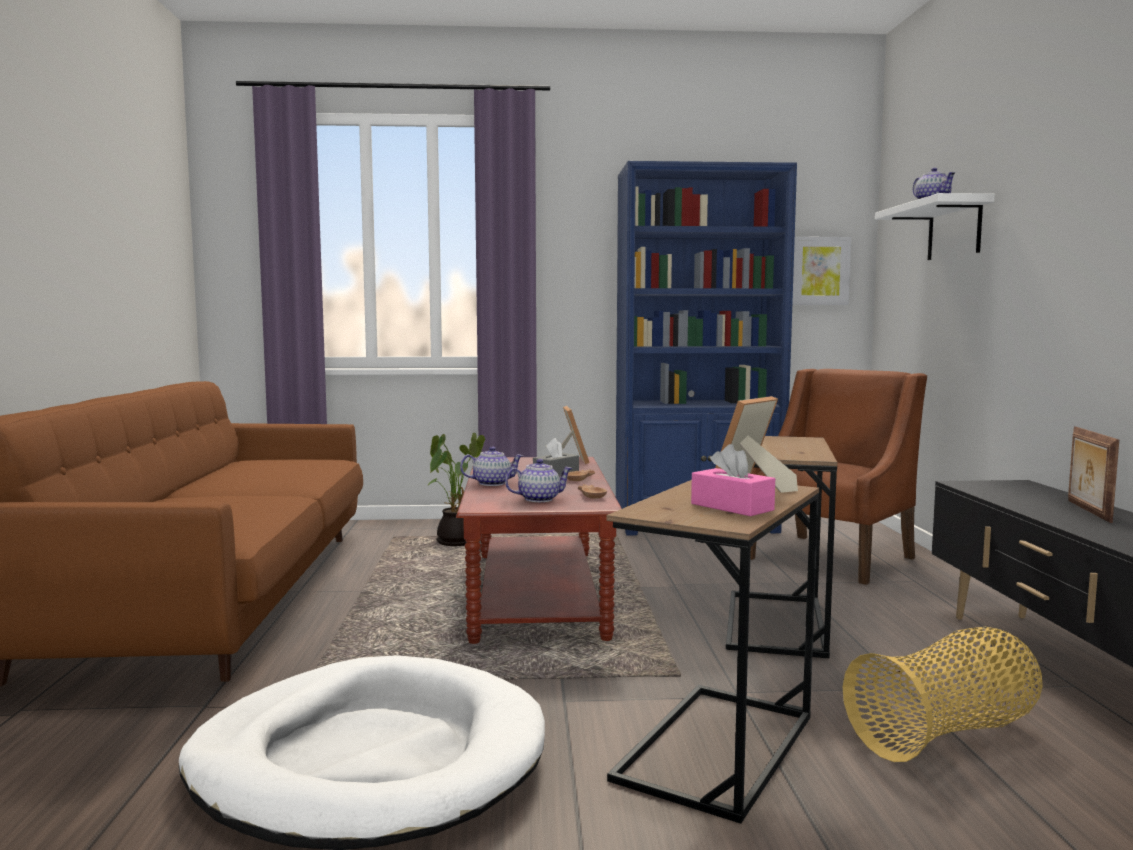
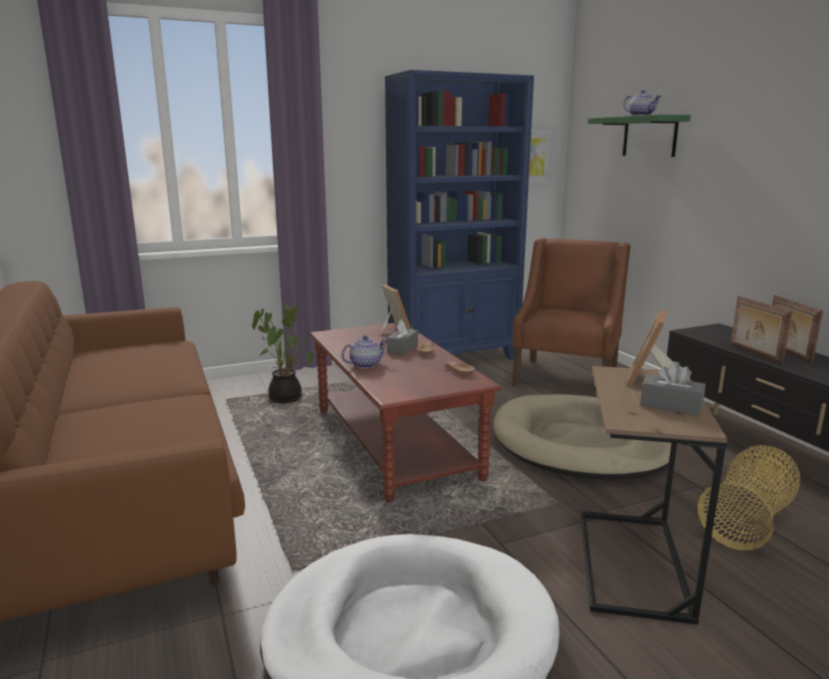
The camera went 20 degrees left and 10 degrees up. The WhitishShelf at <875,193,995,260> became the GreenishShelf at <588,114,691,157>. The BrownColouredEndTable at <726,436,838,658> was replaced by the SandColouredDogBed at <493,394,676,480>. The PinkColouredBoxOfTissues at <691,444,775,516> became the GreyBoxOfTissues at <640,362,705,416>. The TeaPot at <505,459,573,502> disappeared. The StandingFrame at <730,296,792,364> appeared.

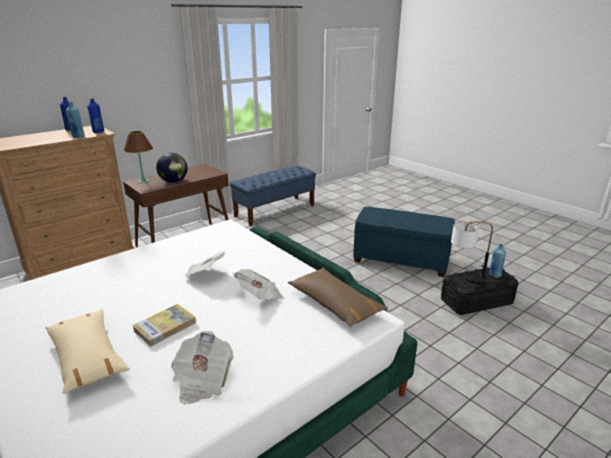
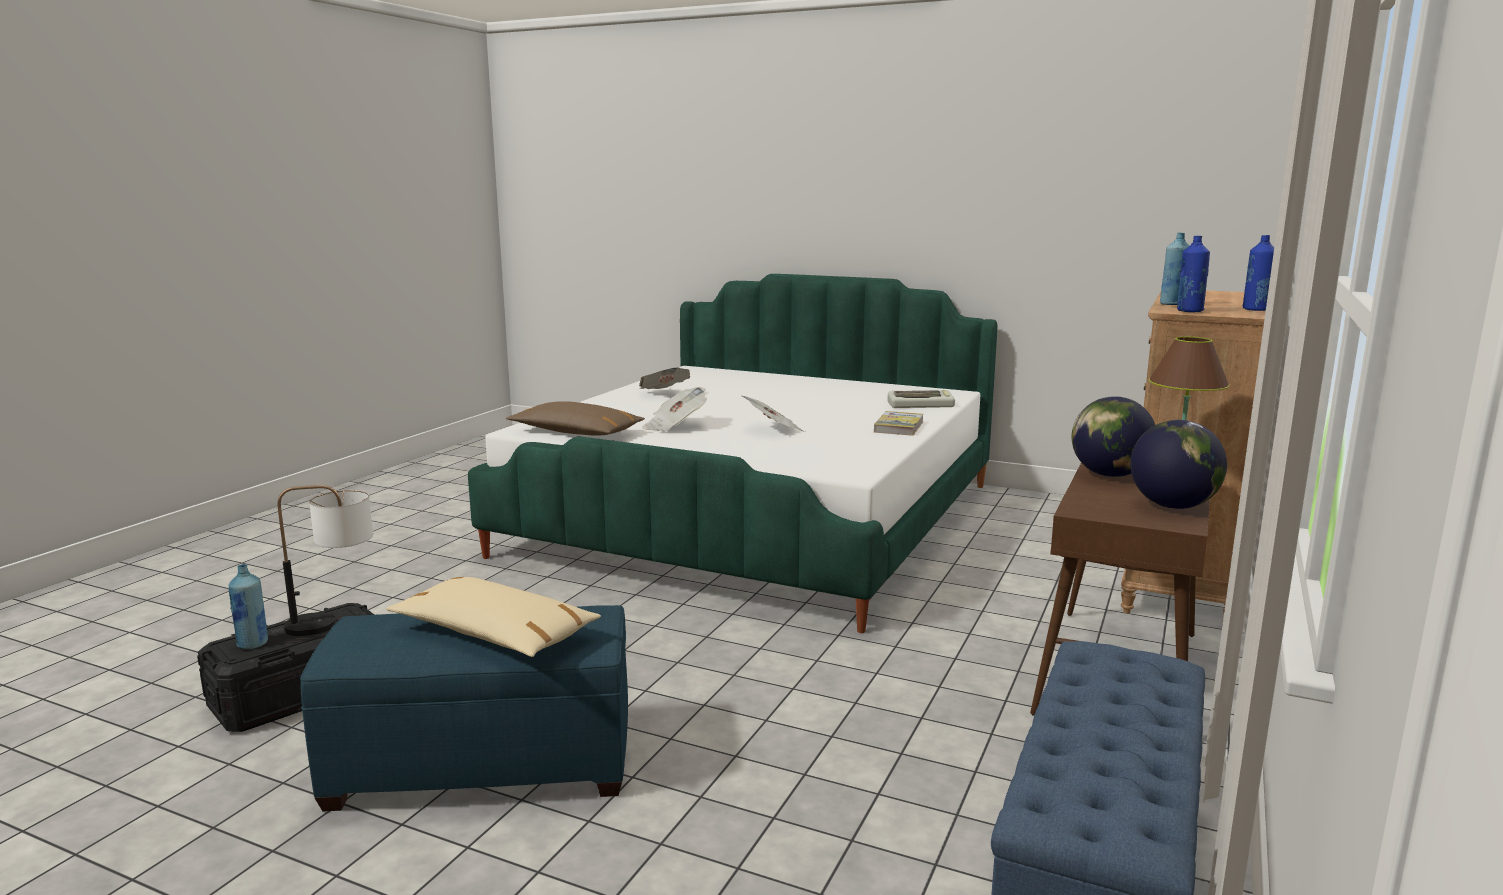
The camera went 155 degrees right and 10 degrees down. The BoundBook moved from <132,304,196,347> to <874,411,924,436>. The SandColouredThrowPillow moved from <45,309,130,394> to <386,577,601,657>. The PcKeyboard at <887,390,955,408> appeared. The WorldGlobe at <1130,420,1227,509> appeared.

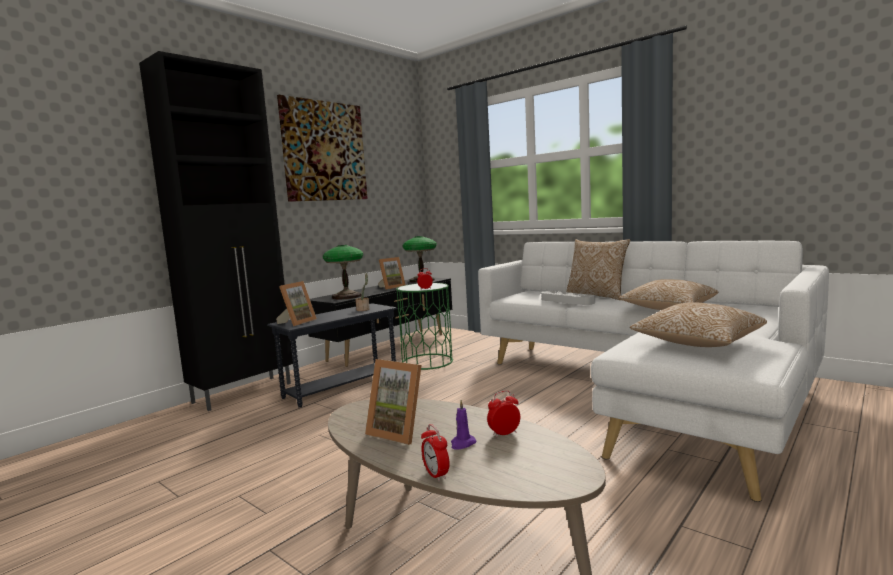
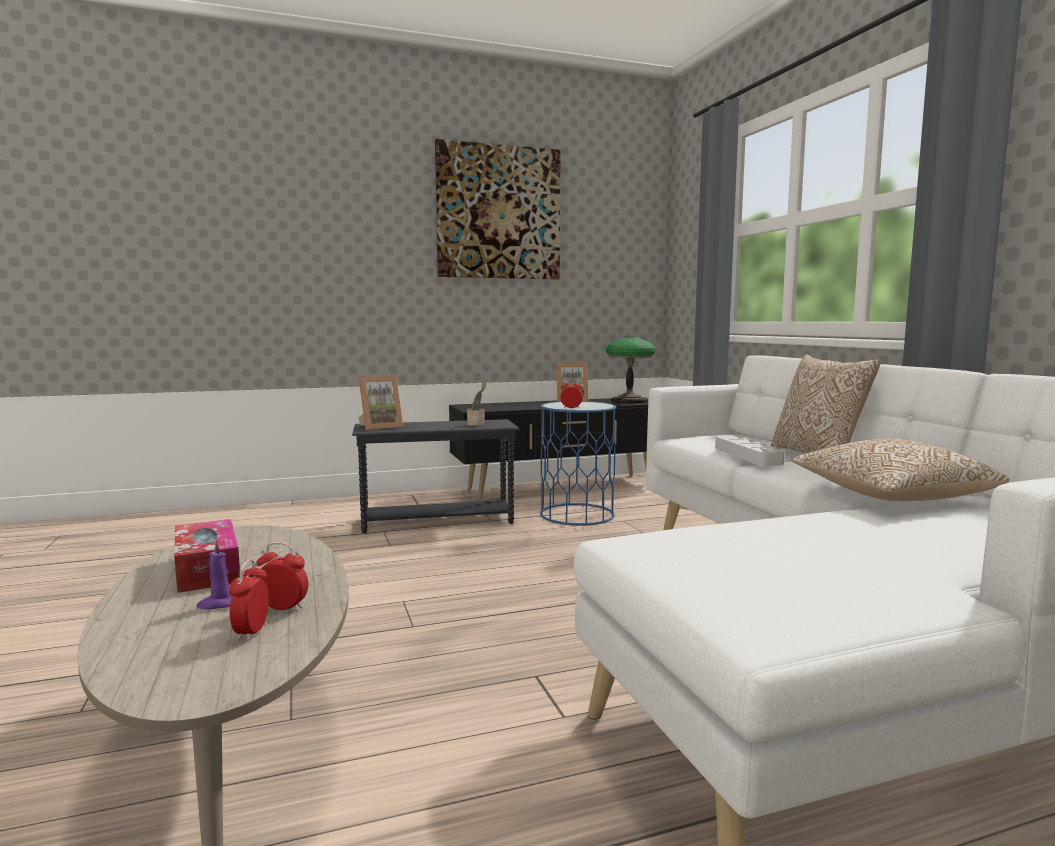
The camera went 30 degrees right and 0 degrees up. The BlackishCupboard at <139,51,293,411> disappeared. The TableLamp at <323,245,363,299> disappeared. The GreenishEndTable at <396,283,453,370> became the BlueEndTable at <540,401,617,526>. The ThrowPillow at <630,302,767,347> disappeared. The StandingFrame at <365,359,421,445> was replaced by the BoxOfTissues at <174,519,240,593>. The AlarmClock moved from <421,424,450,481> to <229,559,269,640>.

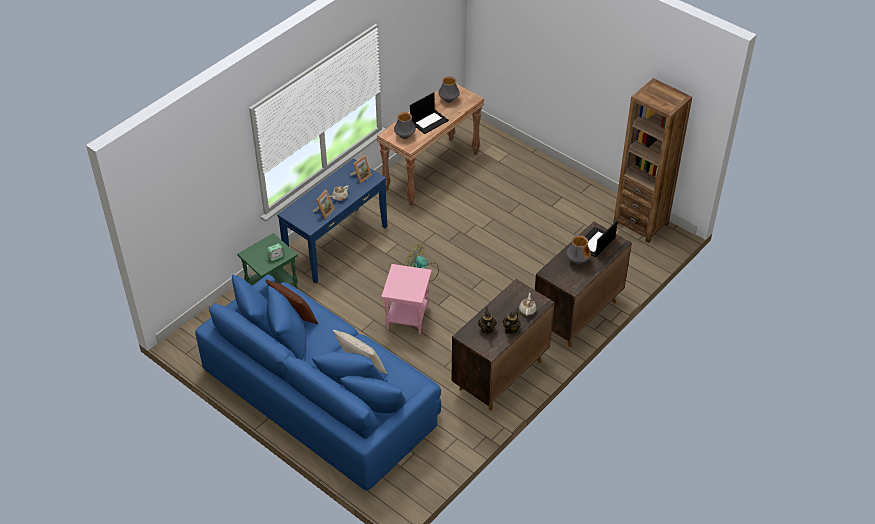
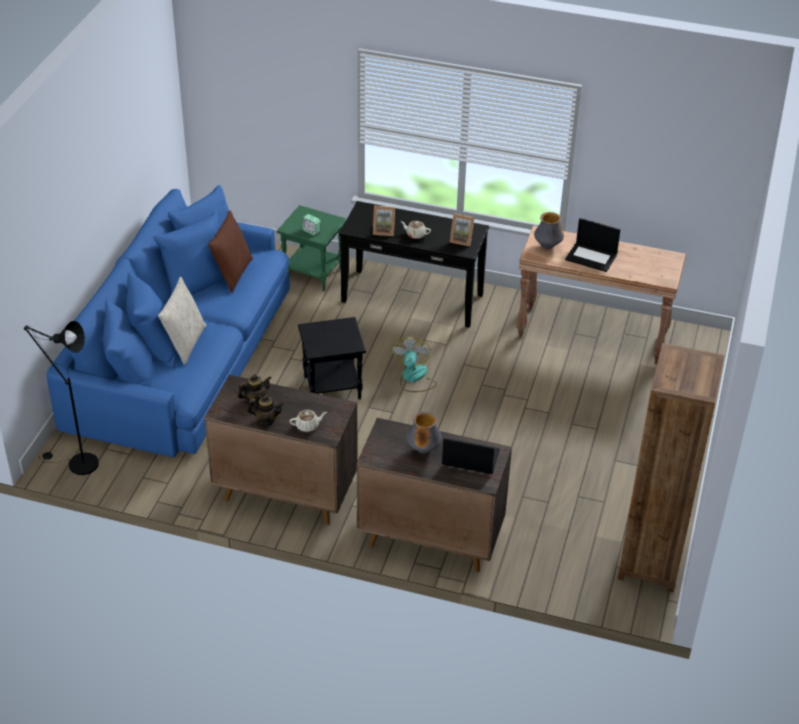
The camera went 65 degrees right and 5 degrees down. The Vase at <438,76,460,103> disappeared. The BlueNarrowTable at <277,158,387,284> became the BlackishNarrowTable at <339,201,489,328>. The PinkColouredEndTable at <381,264,432,335> became the BlackishEndTable at <298,317,366,400>. The BlackishFloorLamp at <24,321,99,475> appeared.

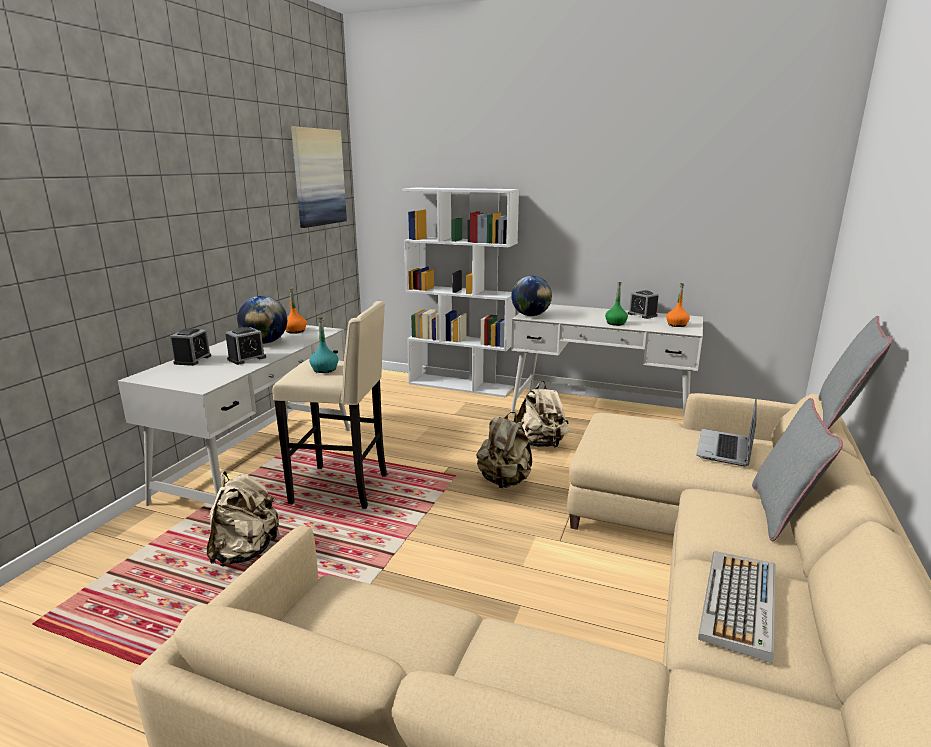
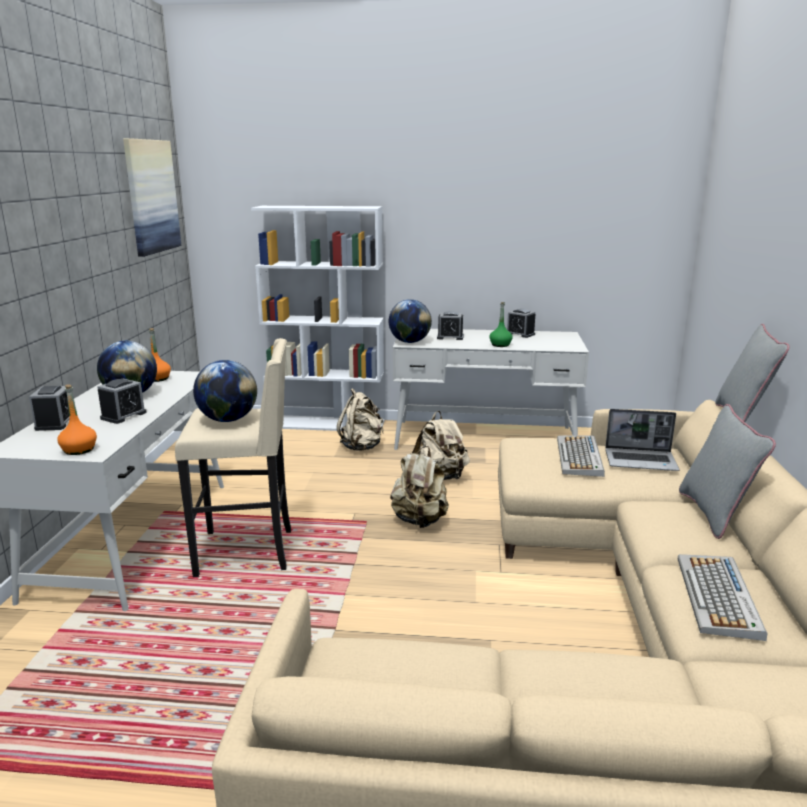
The camera went 15 degrees left and 0 degrees up. The OrangeDrinkBottle moved from <666,283,690,327> to <57,385,97,455>. The BlueGreenDrinkBottle at <309,317,339,373> was replaced by the WorldGlobe at <193,360,257,422>. The NotebookComputer at <696,398,757,466> turned 90 degrees counterclockwise. The SandColouredKnapsack moved from <207,471,281,567> to <337,388,384,451>. The AlarmClock at <437,311,464,340> appeared. The PcKeyboard at <557,436,605,477> appeared.

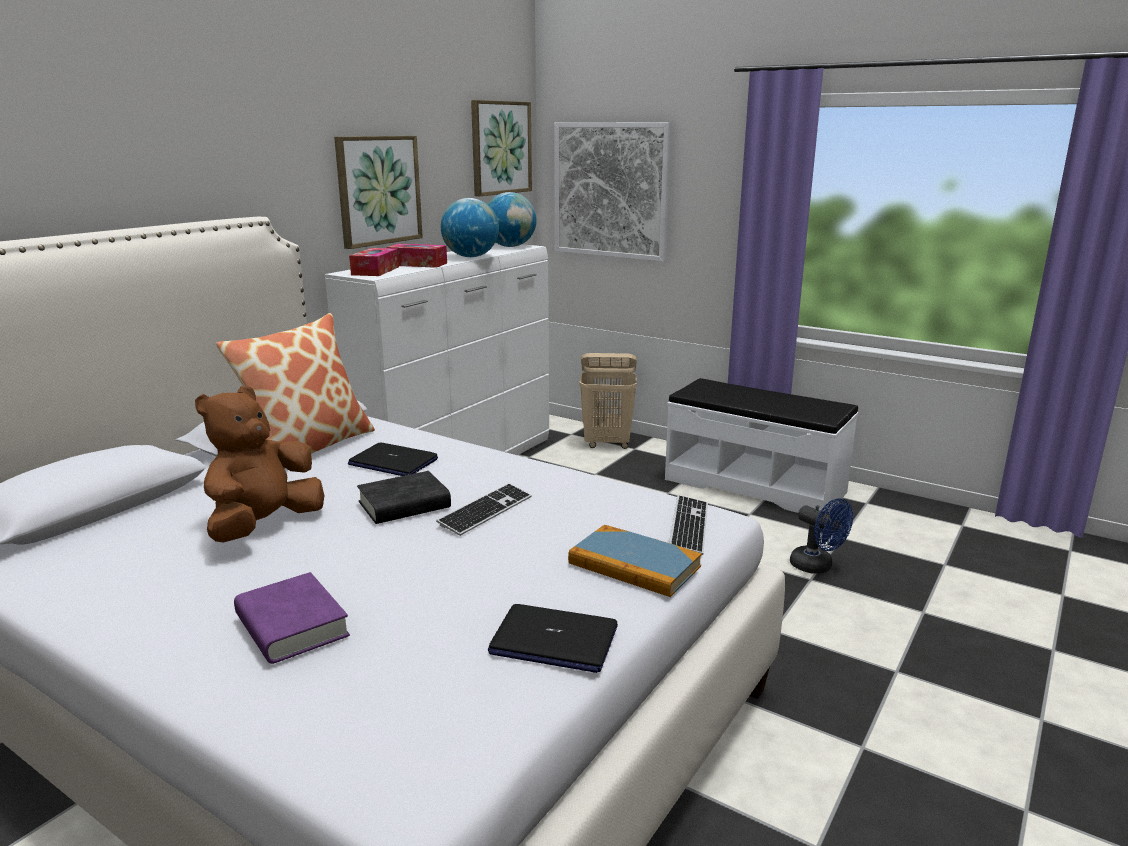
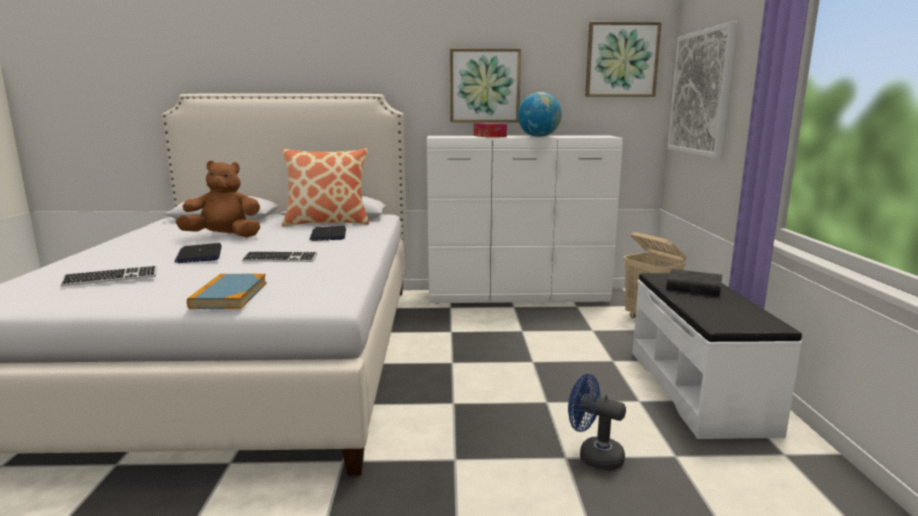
The camera went 55 degrees right and 5 degrees down. The WorldGlobe at <488,192,537,247> disappeared. The BoxOfTissues at <349,248,399,276> disappeared. The BlackishBoundBook moved from <357,471,451,524> to <667,269,722,296>. The PcKeyboard moved from <669,495,708,555> to <61,266,157,286>. The BlueFan at <790,498,853,574> turned 105 degrees clockwise. The PurpleBoundBook at <234,572,350,664> disappeared. The NotebookComputer moved from <488,604,618,673> to <175,243,222,263>.

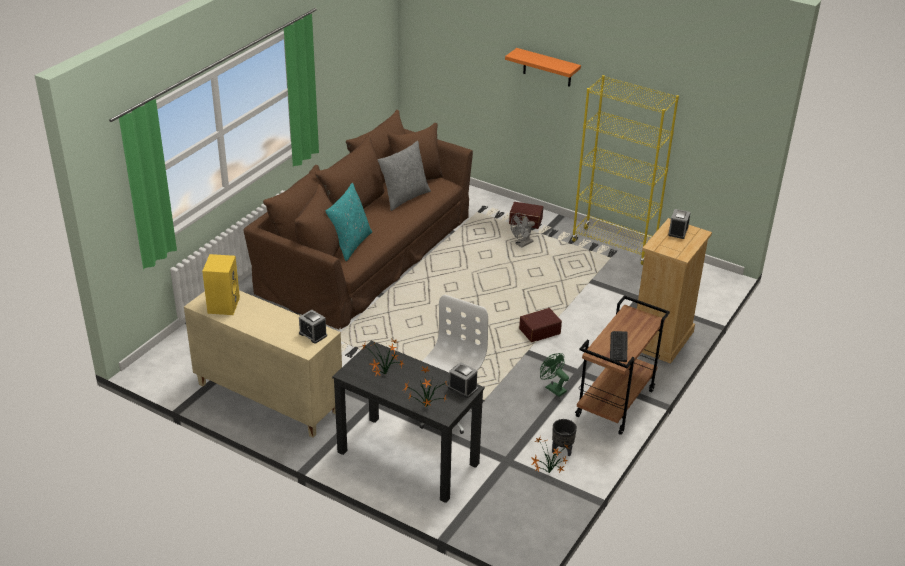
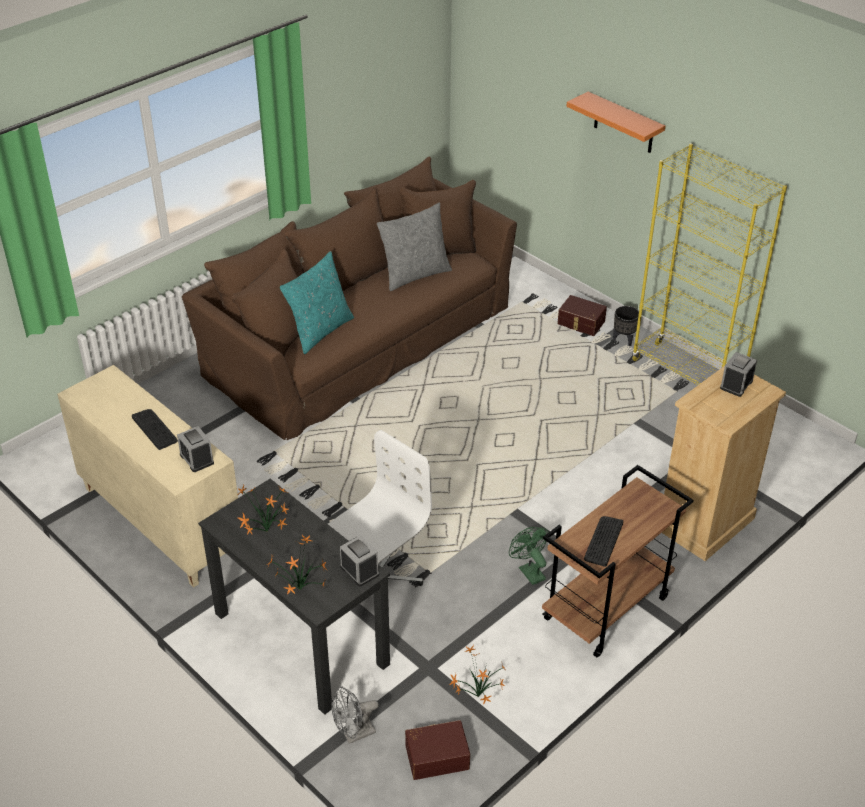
The camera went 15 degrees right and 5 degrees up. The GreyFan moved from <511,213,535,248> to <331,687,379,744>. The YellowishAudioSpeaker at <202,254,240,315> disappeared. The BrownColouredStorageBin moved from <519,308,562,342> to <405,720,470,780>. The BlackishFlowerPot moved from <552,419,577,457> to <613,306,639,346>. The PcKeyboard at <132,409,178,450> appeared.

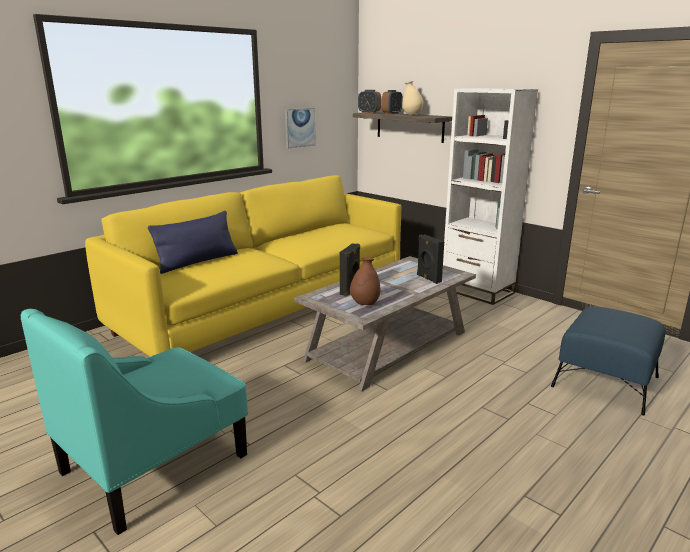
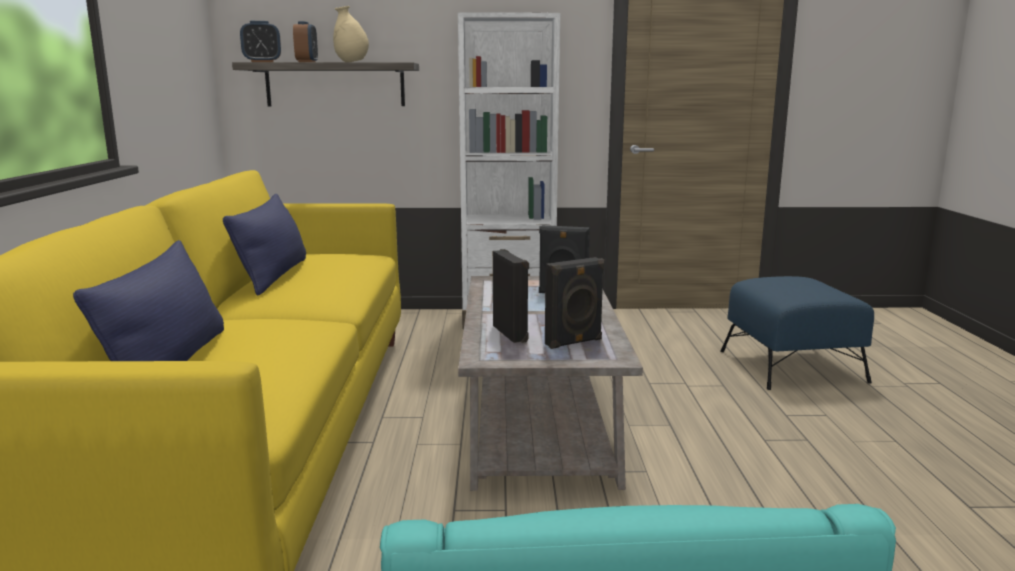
The camera went 45 degrees left and 5 degrees down. The WallArt at <285,108,316,148> disappeared. The BrownColouredVase at <350,258,380,305> was replaced by the BlackishAudioSpeaker at <545,257,605,349>. The BlueThrowPillow at <223,194,306,296> appeared.

